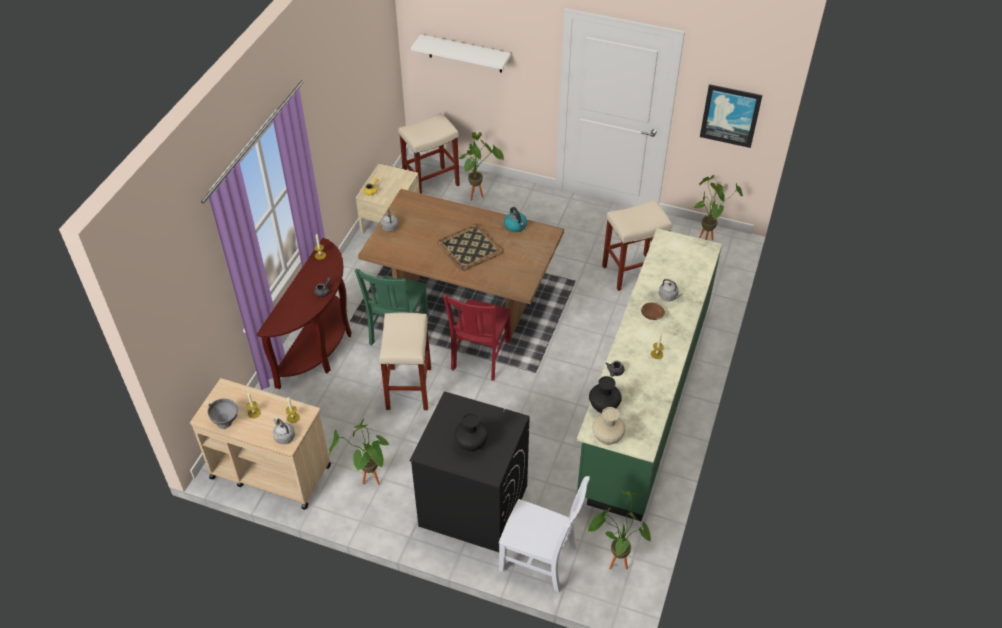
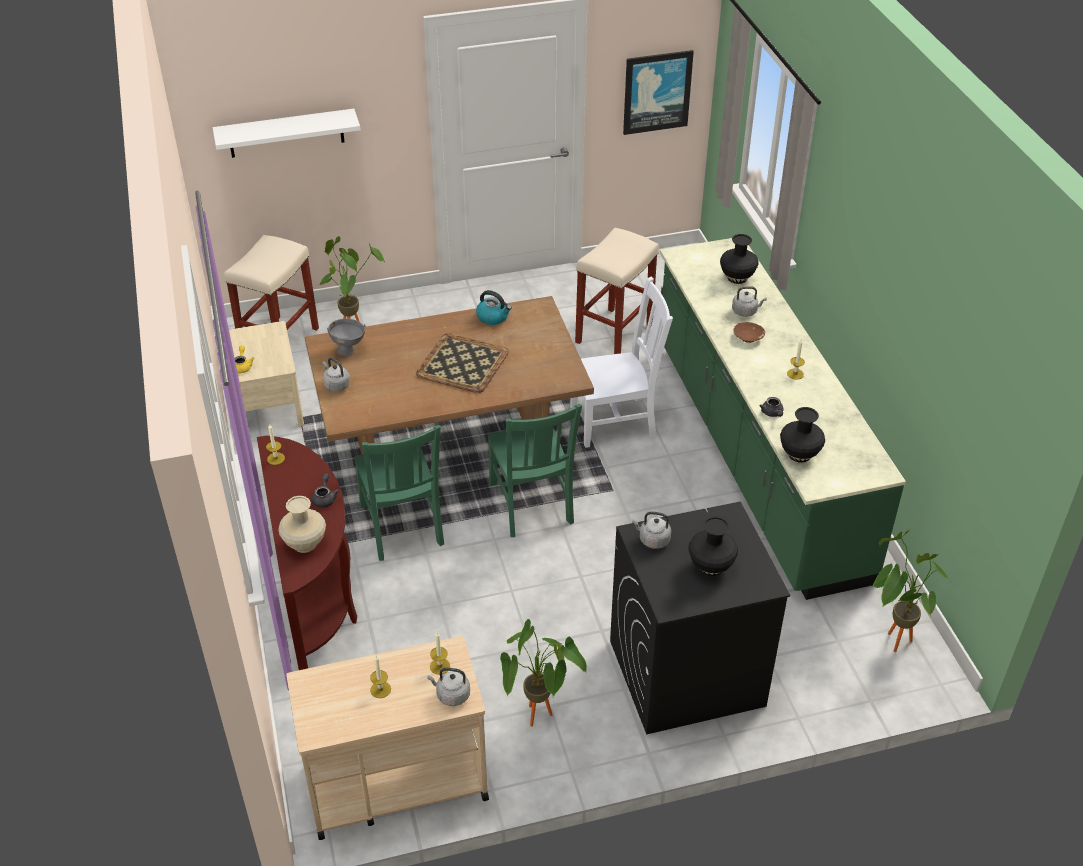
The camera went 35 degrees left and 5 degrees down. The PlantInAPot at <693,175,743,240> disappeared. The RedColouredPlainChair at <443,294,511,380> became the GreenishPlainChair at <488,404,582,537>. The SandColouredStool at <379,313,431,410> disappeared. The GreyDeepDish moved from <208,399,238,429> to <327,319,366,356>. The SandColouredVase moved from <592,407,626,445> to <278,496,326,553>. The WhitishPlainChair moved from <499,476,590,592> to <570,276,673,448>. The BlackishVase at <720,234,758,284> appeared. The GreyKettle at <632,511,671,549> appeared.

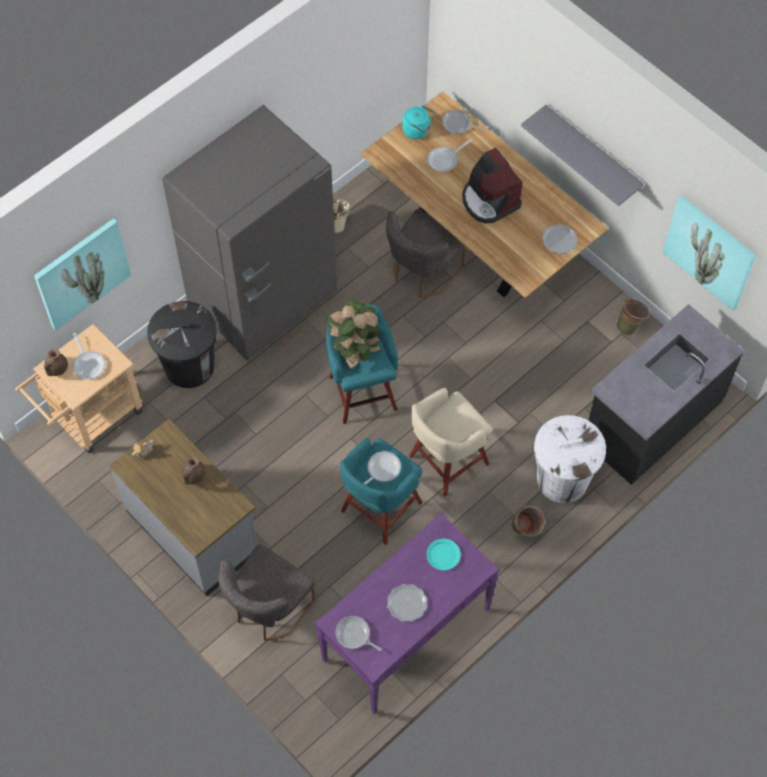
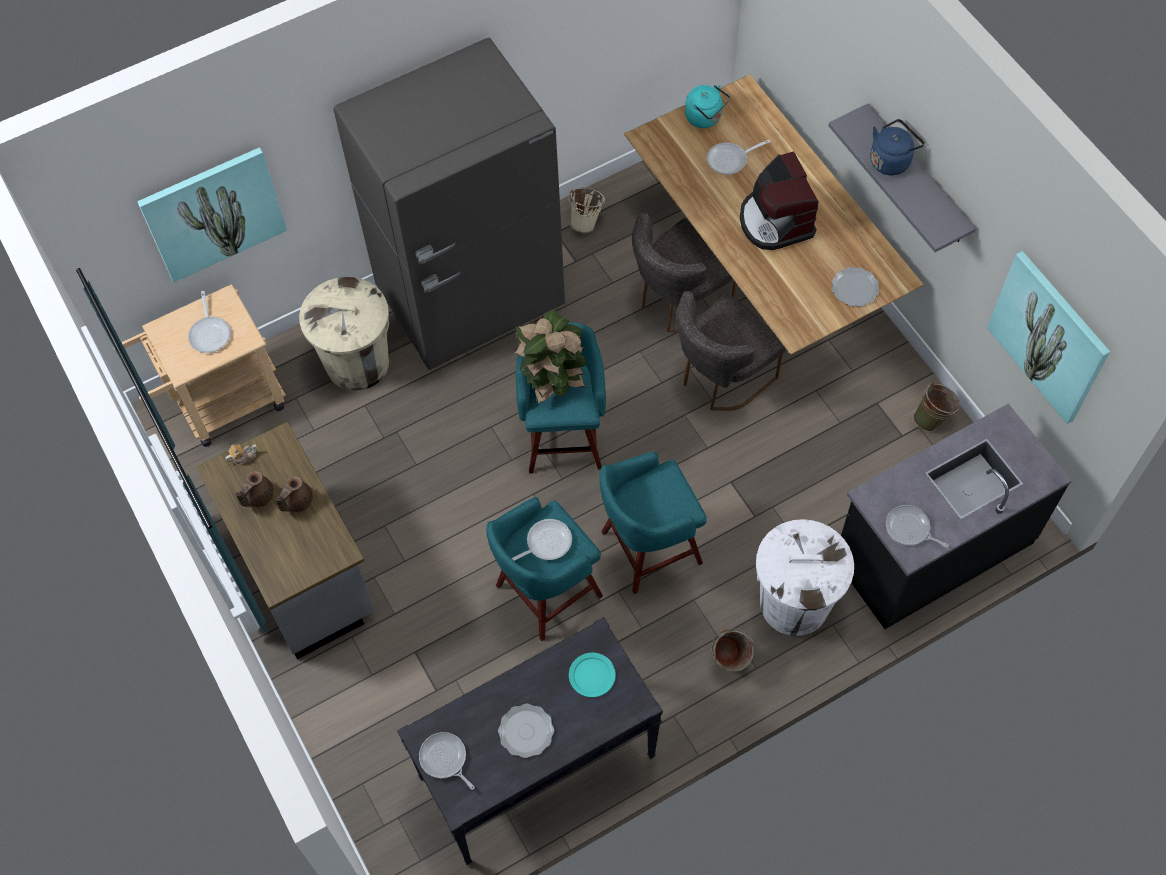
The camera went 15 degrees right and 0 degrees up. The Pan moved from <442,110,484,134> to <886,505,949,548>. The BlackishWasteBin at <147,301,217,388> became the SandColouredWasteBin at <299,277,389,391>. The BrownColouredTeaPot moved from <44,349,68,376> to <235,471,274,507>. The SandColouredStool at <409,388,492,497> became the BlueGreenStool at <599,452,707,594>. The PurpleNarrowTable at <315,513,499,715> became the BlackishNarrowTable at <397,617,663,865>. The GreyPlainChair moved from <219,544,315,641> to <676,291,786,411>. The BlueKettle at <870,119,924,175> appeared.

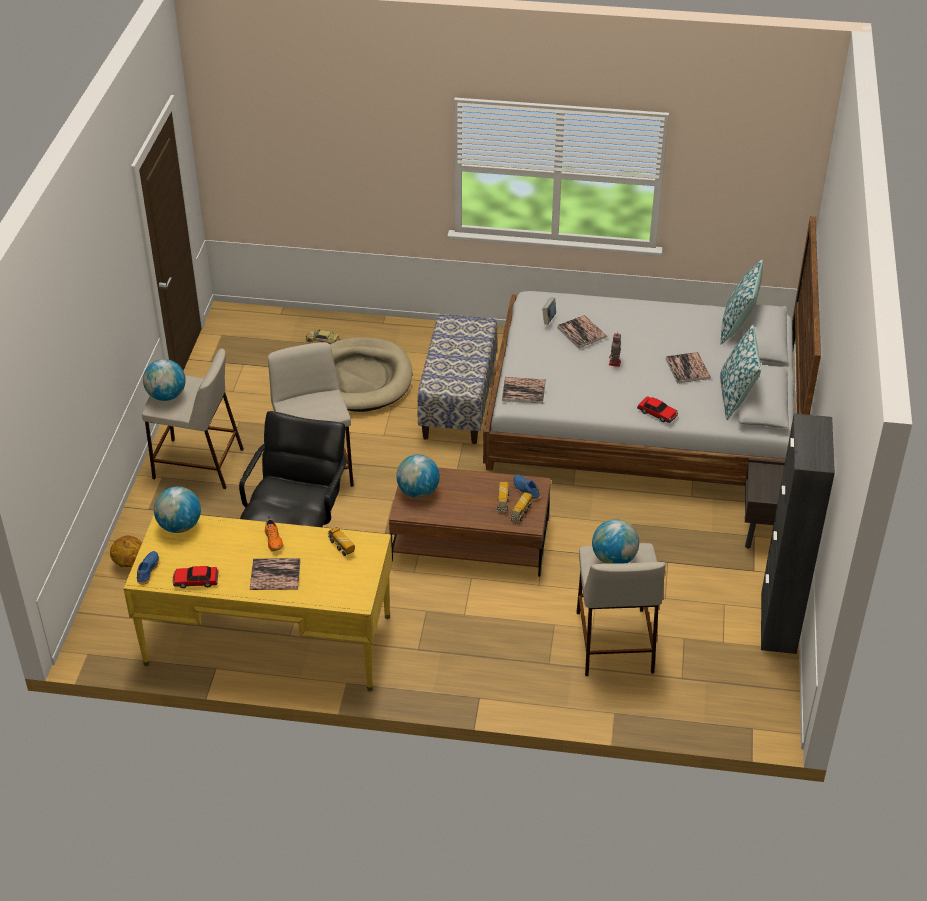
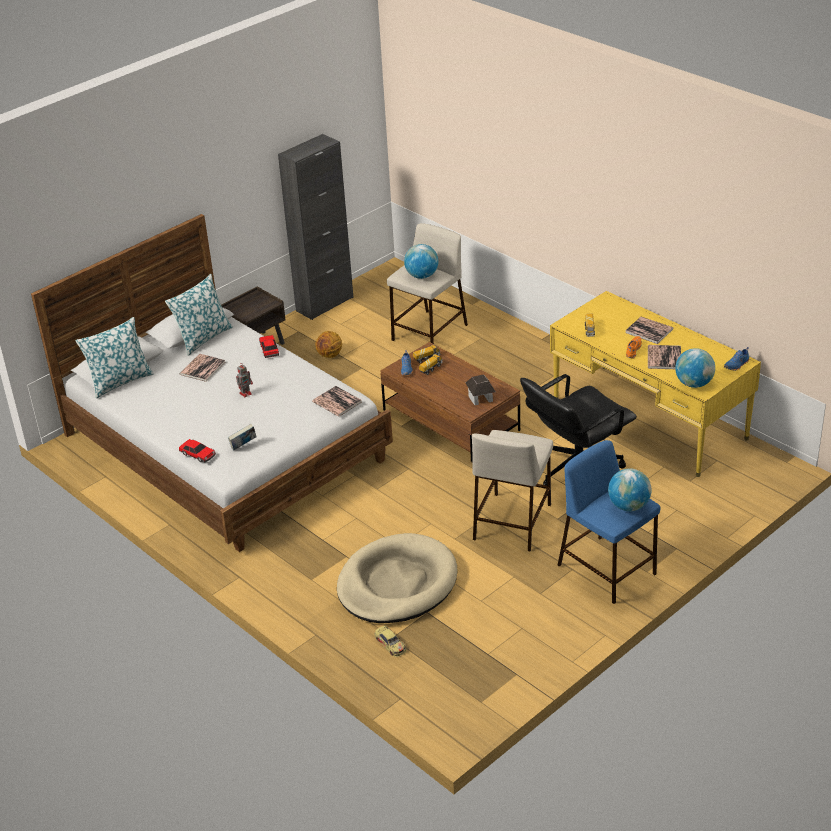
The camera went 140 degrees left and 5 degrees down. The IndoorBench at <417,314,497,444> disappeared. The BoundBook moved from <557,315,607,348> to <648,345,681,369>. The SandColouredStool at <142,348,244,489> became the BlueStool at <558,440,660,604>. The WorldGlobe at <396,455,440,498> was replaced by the MiniatureHouse at <466,374,496,405>. The BallForBasketball moved from <110,535,142,567> to <315,331,342,358>. The ModelCar moved from <173,566,218,588> to <179,439,216,462>.

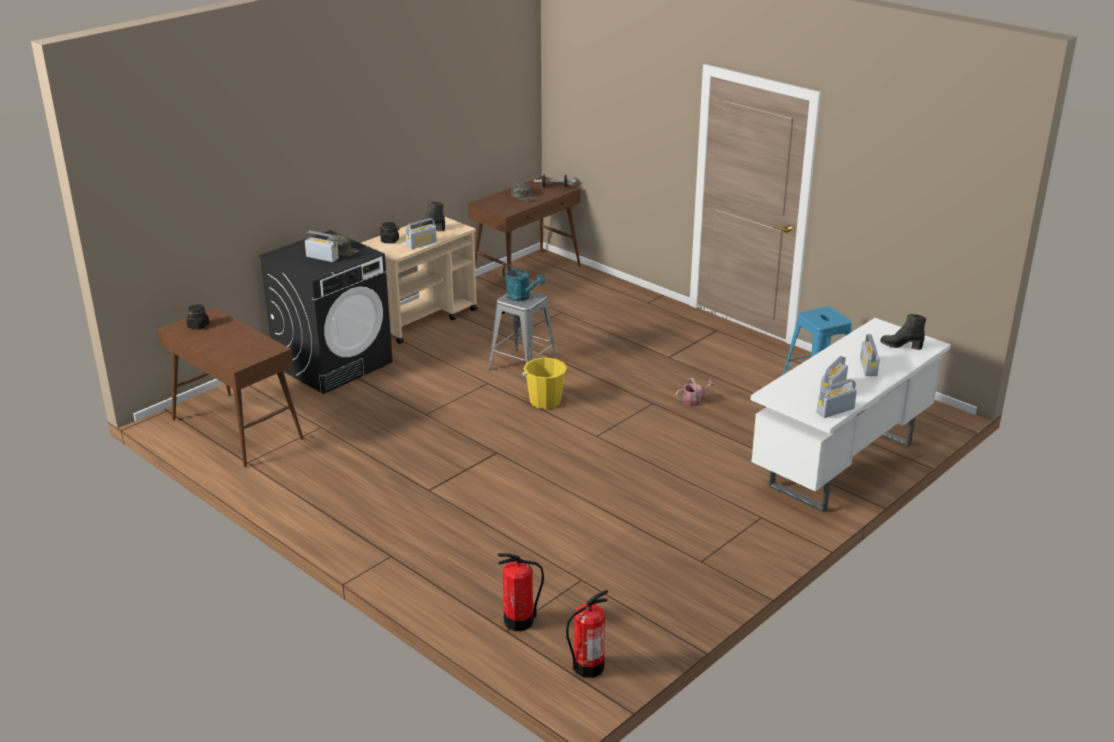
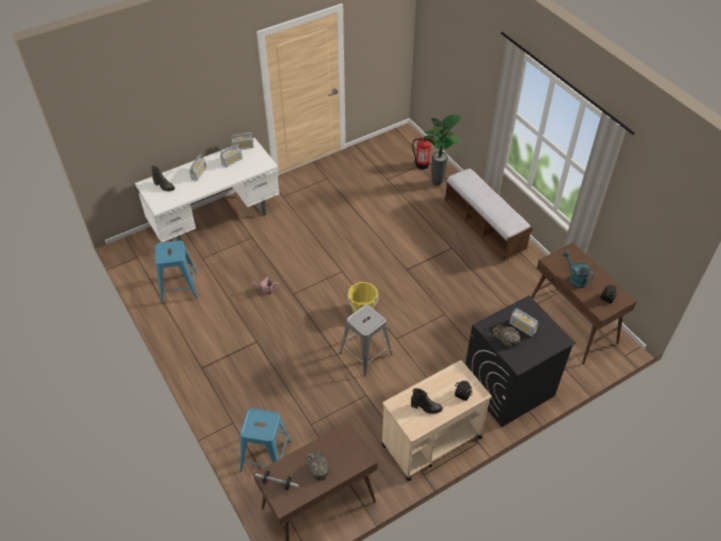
The camera went 165 degrees left and 20 degrees up. The RadioReceiver at <406,218,437,249> disappeared. The BlueGreenSprinklingCan moved from <502,264,545,301> to <562,251,594,288>. The Extinguisher at <566,590,608,678> disappeared. The PlantInAPot at <423,115,461,186> appeared. The IndoorBench at <444,167,533,261> appeared. The BlueStool at <240,408,291,472> appeared.

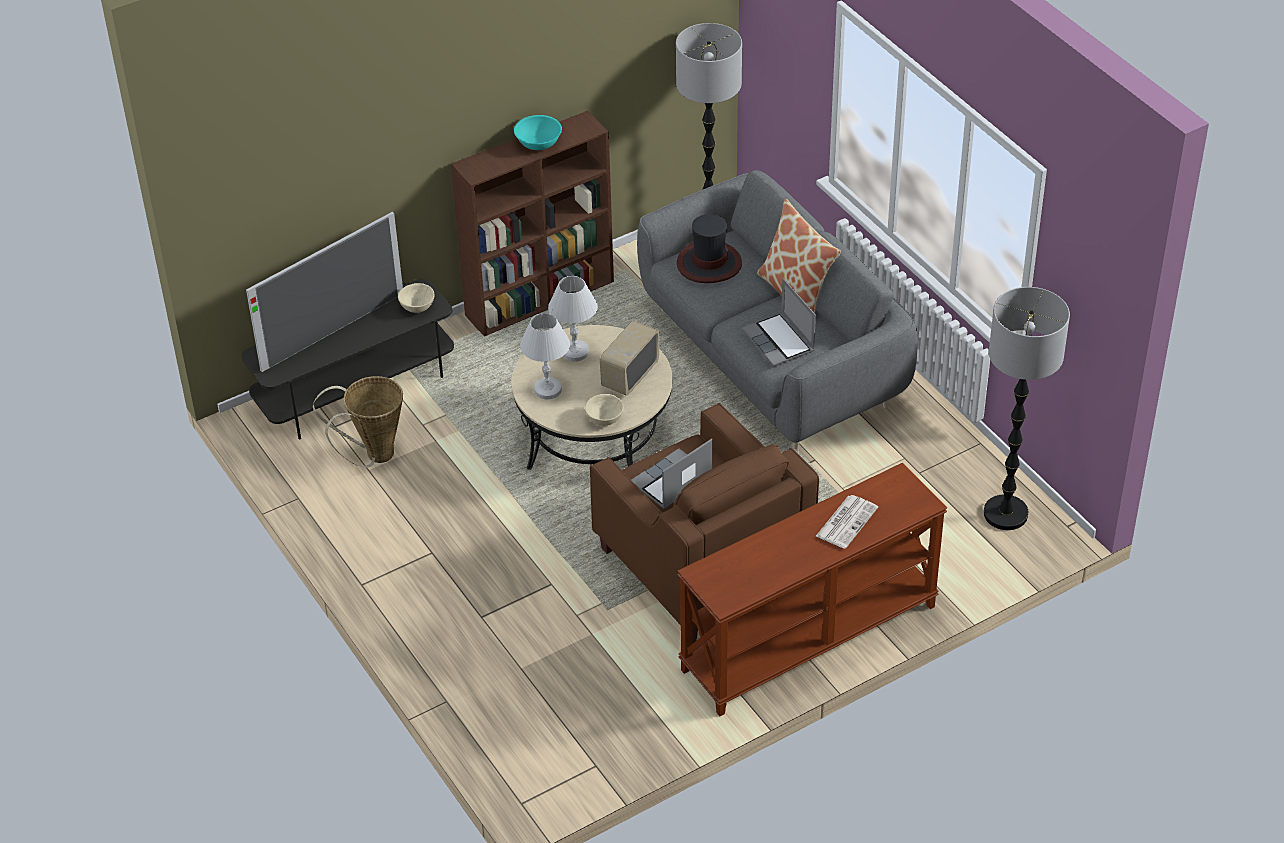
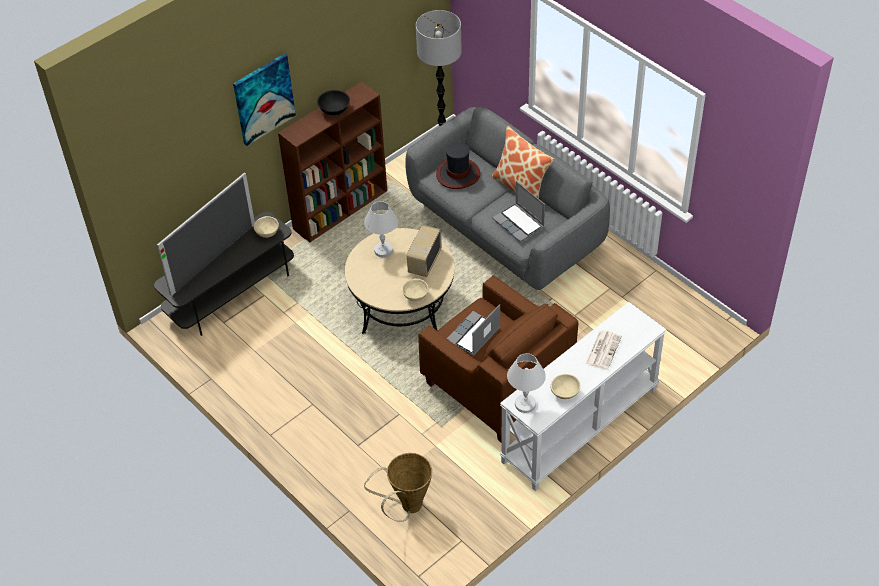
The camera went 10 degrees left and 5 degrees up. The BlueGreenDeepDish at <514,115,562,150> became the BlackishDeepDish at <317,90,350,115>. The FloorLamp at <984,287,1070,530> disappeared. The WhitishTableLamp moved from <520,313,570,399> to <507,353,546,413>. The HouseholdBasket moved from <313,376,403,468> to <364,453,432,522>. The BrownColouredNarrowTable at <677,463,947,716> became the WhitishNarrowTable at <500,302,667,491>. The WallArt at <233,53,296,146> appeared. The SandColouredDeepDish at <551,374,581,399> appeared.

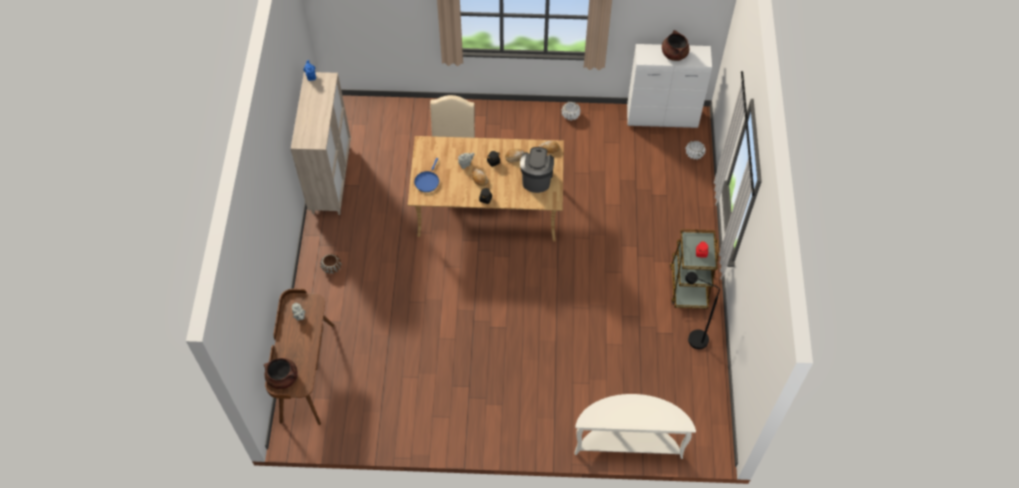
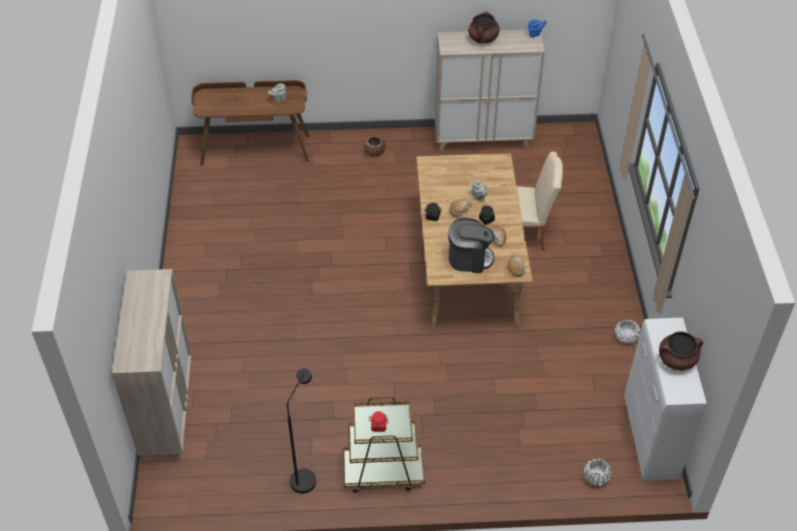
The camera went 85 degrees right and 10 degrees down. The BluePan at <414,158,439,192> disappeared. The BrownColouredSaucepot moved from <264,358,298,389> to <468,11,500,44>. The WhitishNarrowTable at <575,394,696,459> was replaced by the SandColouredCupboard at <112,269,192,460>.

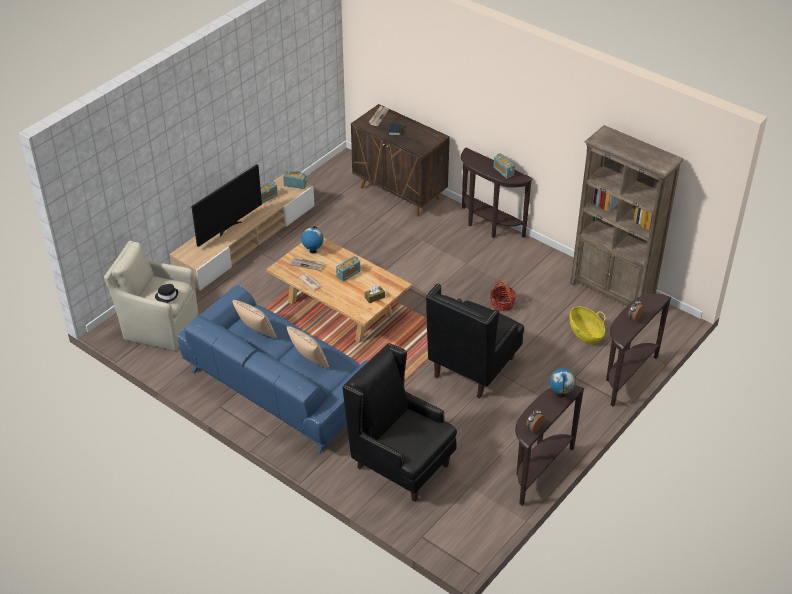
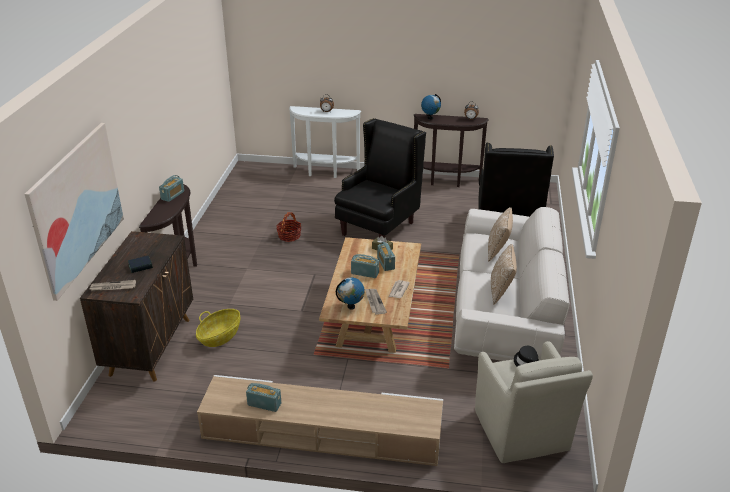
The camera went 120 degrees left and 10 degrees down. The BrownColouredShelvingUnit at <570,125,684,306> disappeared. The Tv at <191,164,262,247> disappeared. The RadioReceiver moved from <283,170,307,189> to <377,242,395,271>. The BlackishArmchair at <426,283,524,399> turned 60 degrees counterclockwise. The BlueSofa at <178,285,368,453> became the WhitishSofa at <454,207,570,361>. The BrownColouredNarrowTable at <606,293,672,406> became the WhitishNarrowTable at <289,106,361,178>. The HouseholdBasket moved from <569,307,606,344> to <196,309,240,347>. The WallArt at <24,123,124,301> appeared.

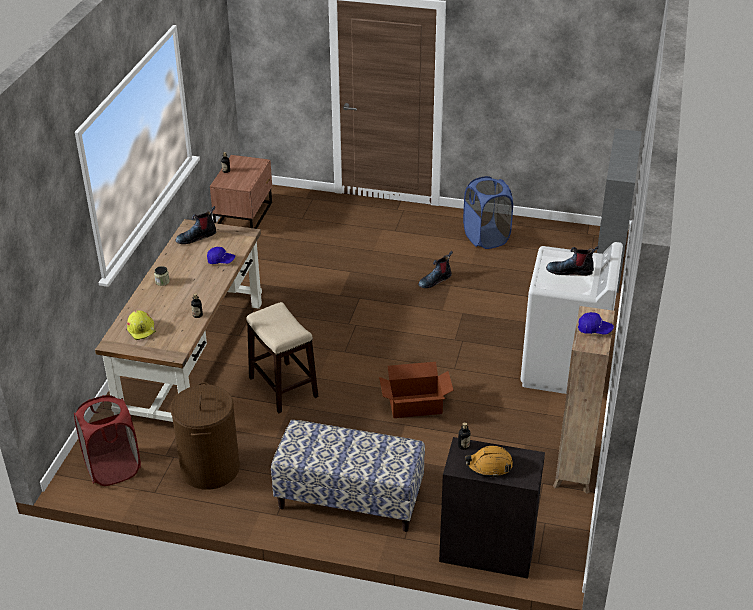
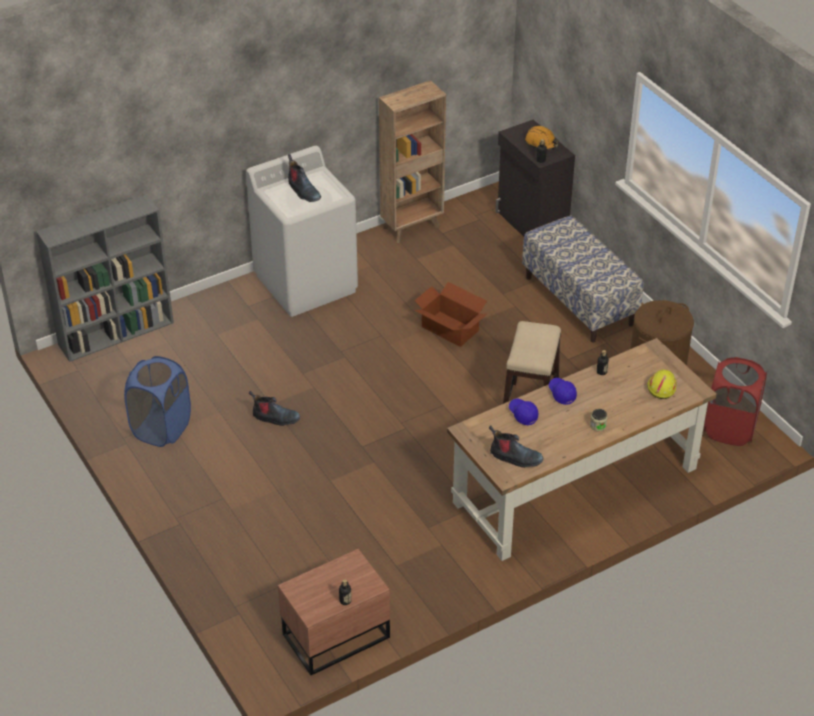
The camera went 135 degrees left and 5 degrees up. The BlueCap moved from <578,312,614,335> to <549,378,577,405>.

